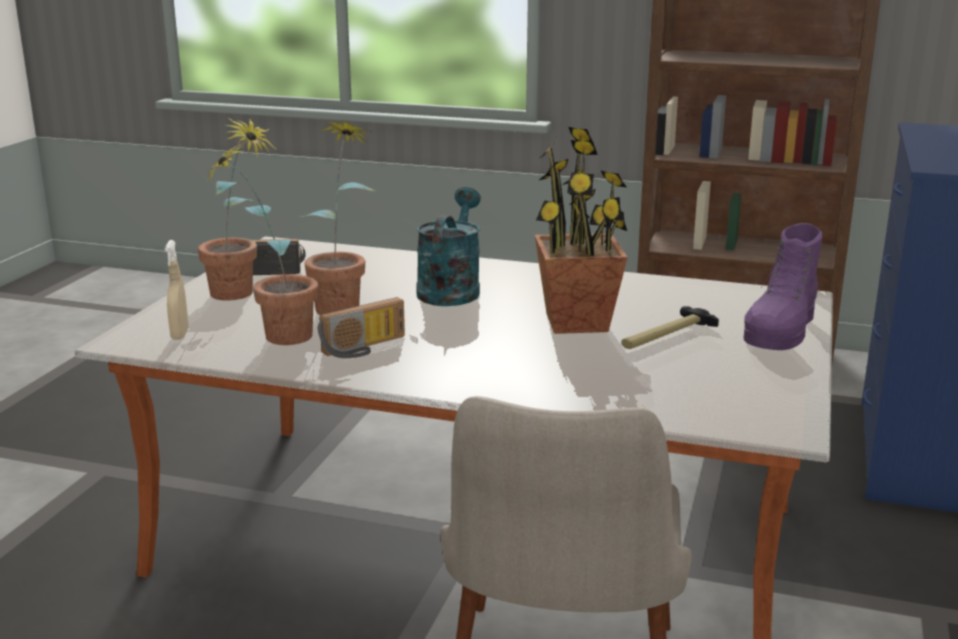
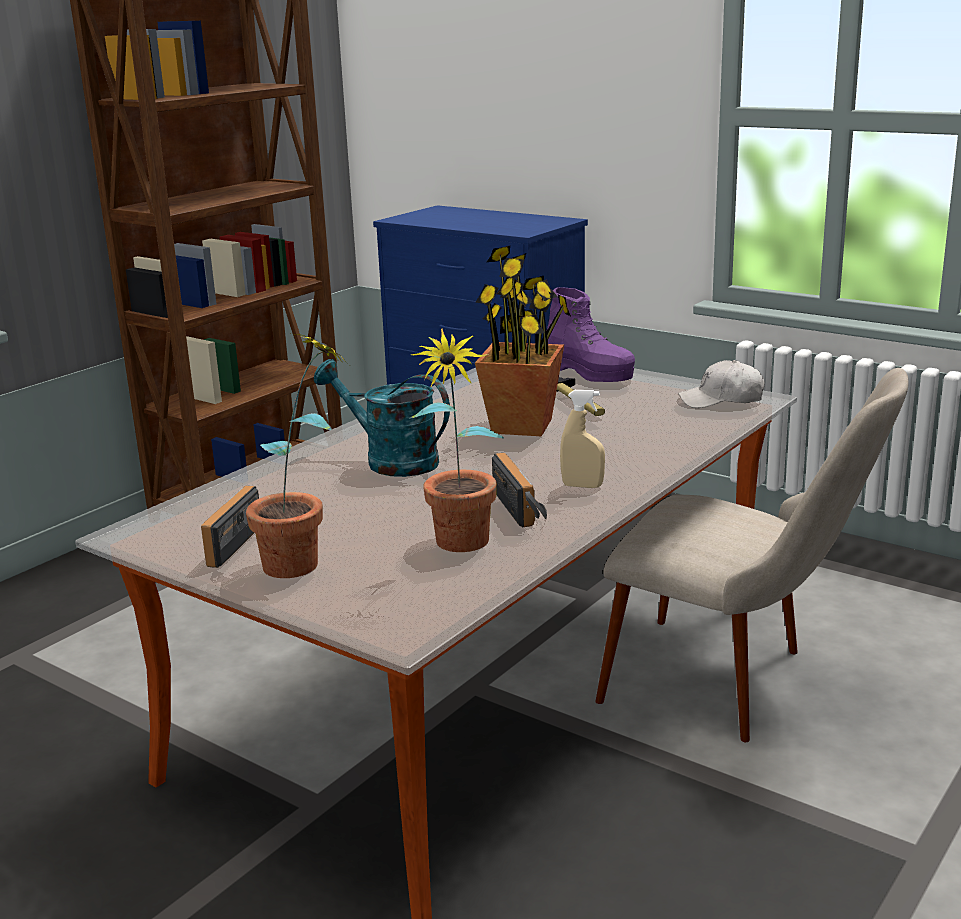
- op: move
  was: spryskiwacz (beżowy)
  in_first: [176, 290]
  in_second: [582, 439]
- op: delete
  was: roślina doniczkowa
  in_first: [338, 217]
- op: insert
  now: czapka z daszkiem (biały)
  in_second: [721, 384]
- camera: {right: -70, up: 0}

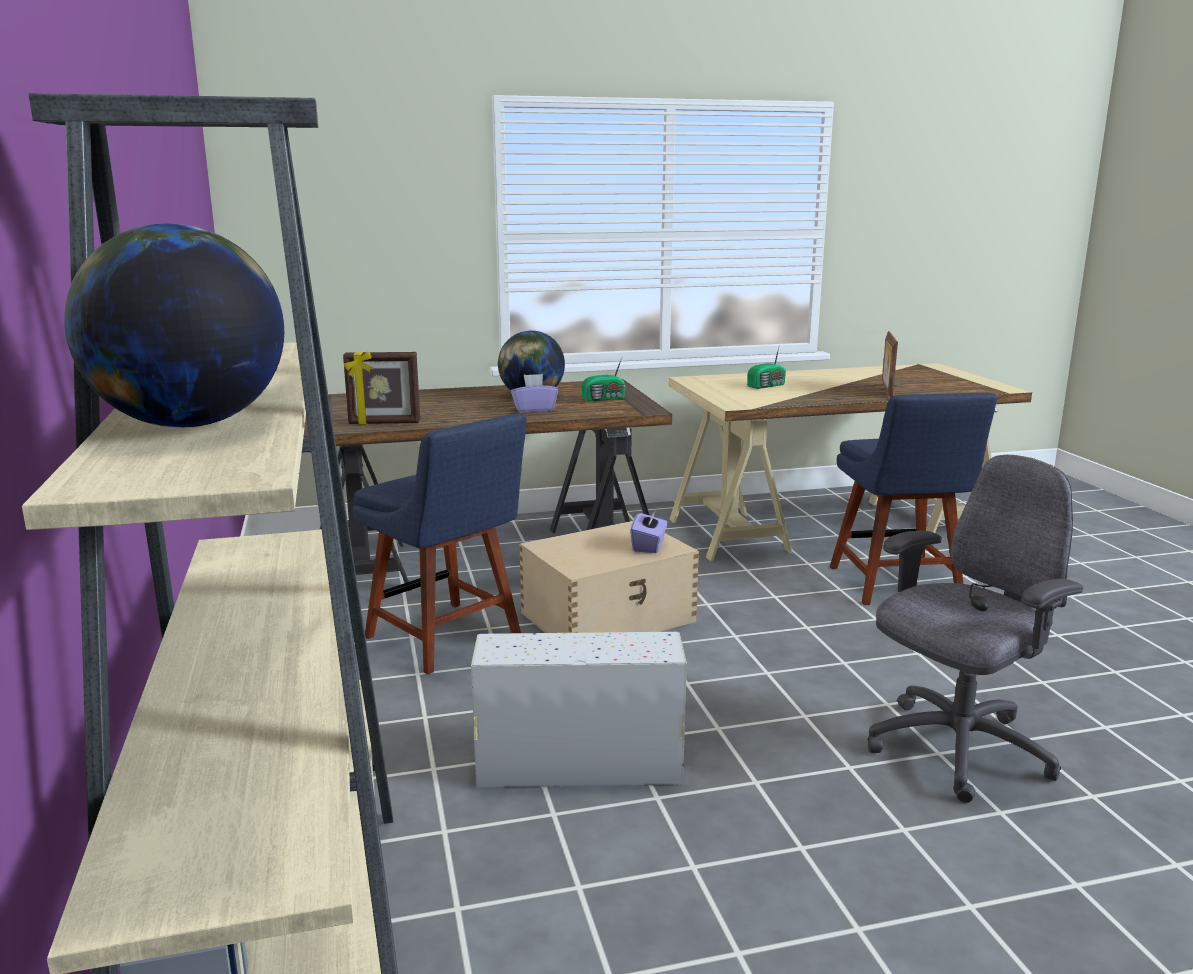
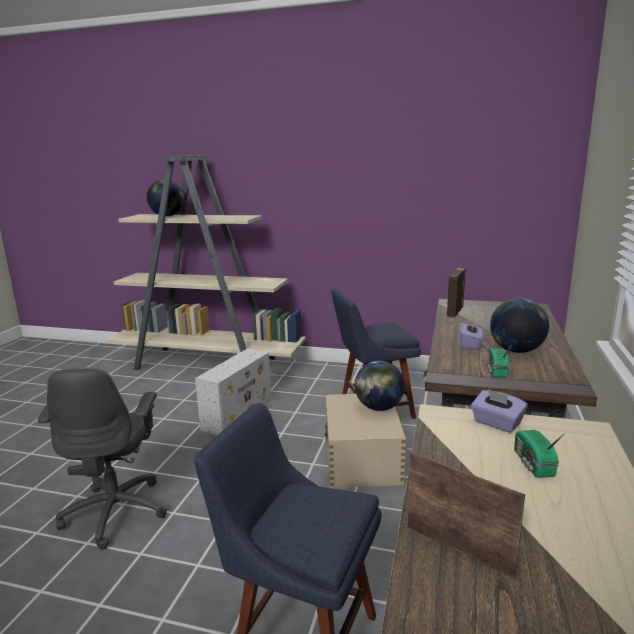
- op: move
  was: pudełko chusteczek (fioletowy)
  in_first: [649, 531]
  in_second: [499, 411]
- op: insert
  now: globus
  in_second: [380, 386]
- camera: {right: 120, up: 0}

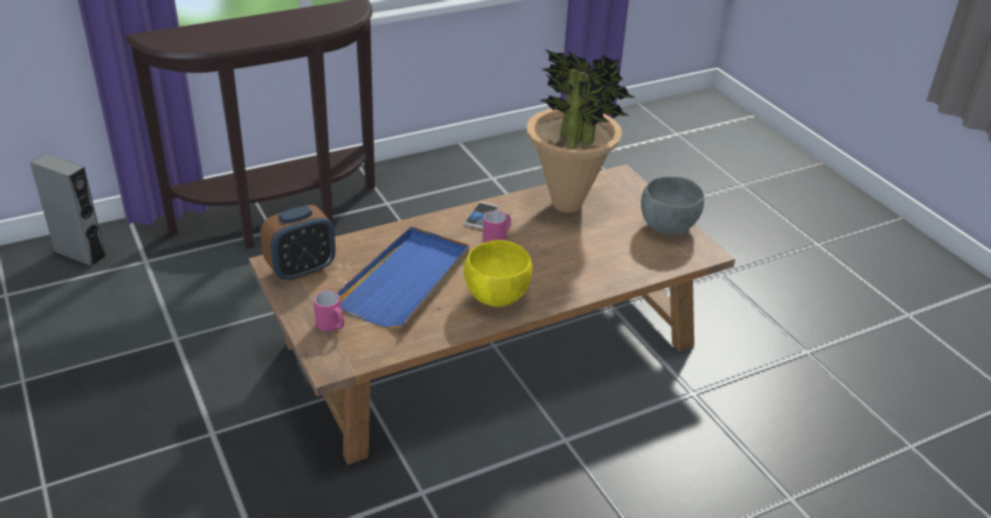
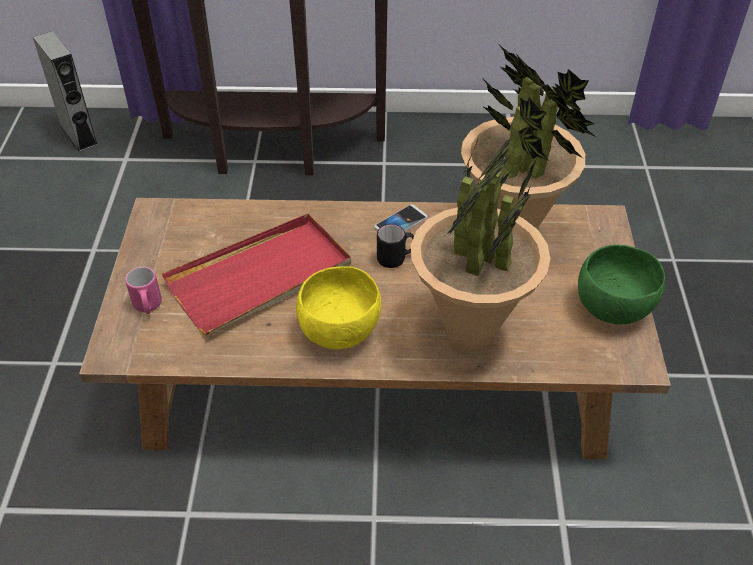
- op: delete
  was: budzik
  in_first: [298, 243]
- op: recolor
  was: taca (niebieski)
  now: taca (czerwony)
  in_first: [403, 277]
  in_second: [256, 274]
- op: recolor
  was: kubek (różowy)
  now: kubek (czarny)
  in_first: [497, 227]
  in_second: [395, 246]
- op: recolor
  was: miska (szary)
  now: miska (zielony)
  in_first: [672, 206]
  in_second: [621, 285]
- op: insert
  now: roślina doniczkowa
  in_second: [480, 240]
- camera: {right: 30, up: 10}

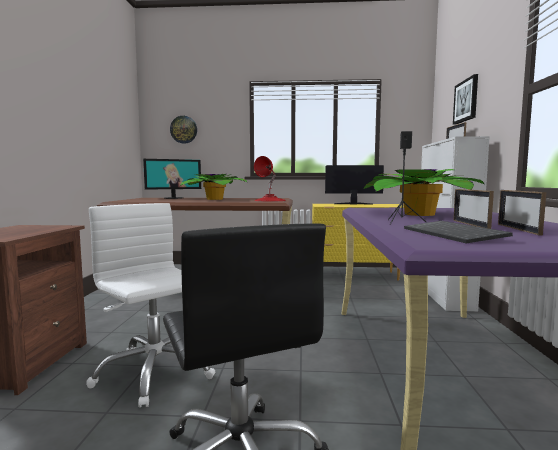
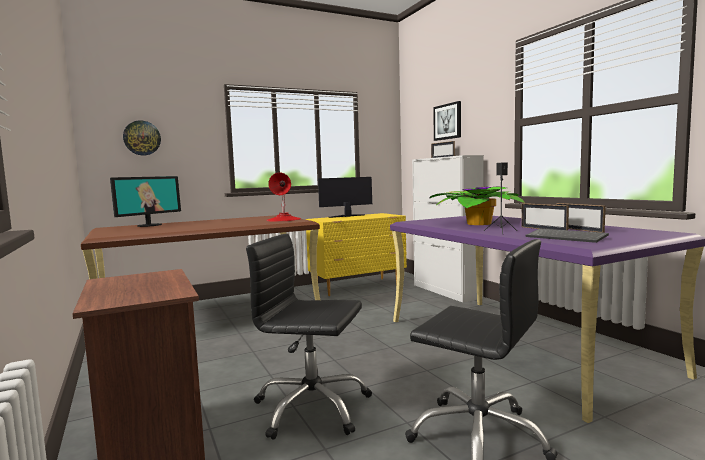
- op: recolor
  was: krzesło biurowe (biały)
  now: krzesło biurowe (czarny)
  in_first: [150, 305]
  in_second: [309, 337]
- op: delete
  was: roślina doniczkowa
  in_first: [213, 187]
- camera: {right: -30, up: 0}

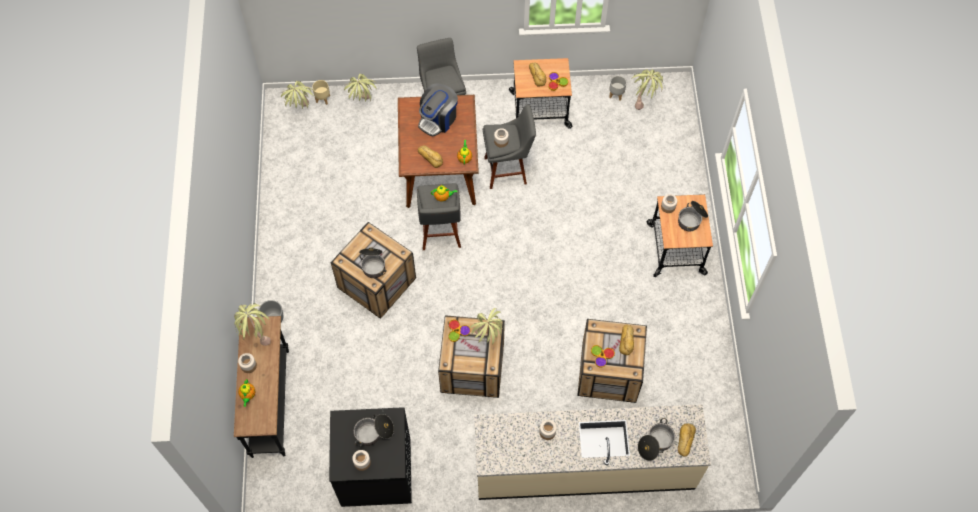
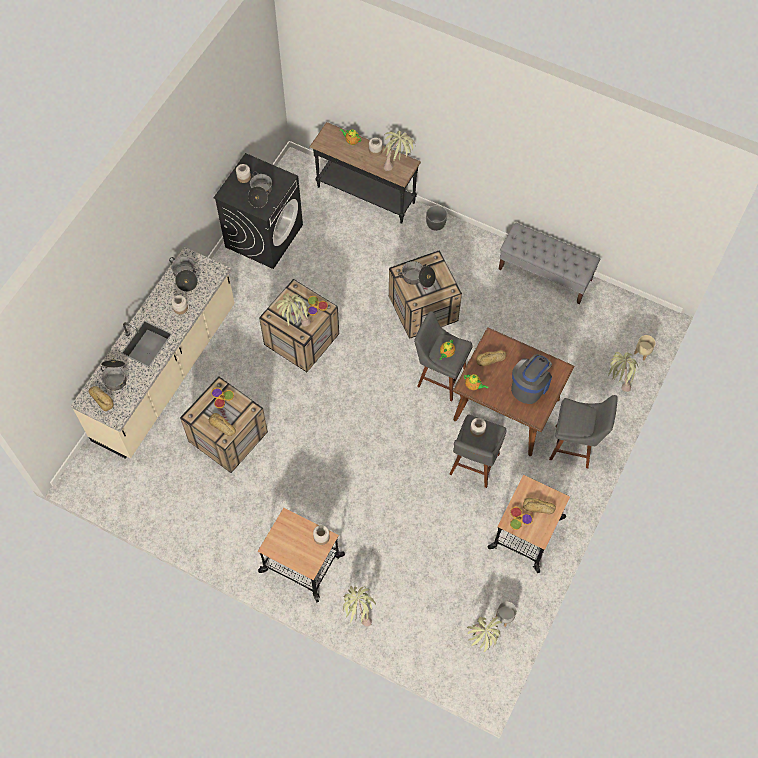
- op: move
  was: roślina doniczkowa
  in_first: [297, 95]
  in_second: [359, 606]
- op: rotate
  was: ekspres do kawy
  in_first: [438, 110]
  in_second: [531, 379]
  clockwise: 60
- op: move
  was: garnek
  in_first: [693, 216]
  in_second: [183, 274]
- op: insert
  now: ławka (szary)
  in_second: [549, 263]
- camera: {right: 120, up: 0}

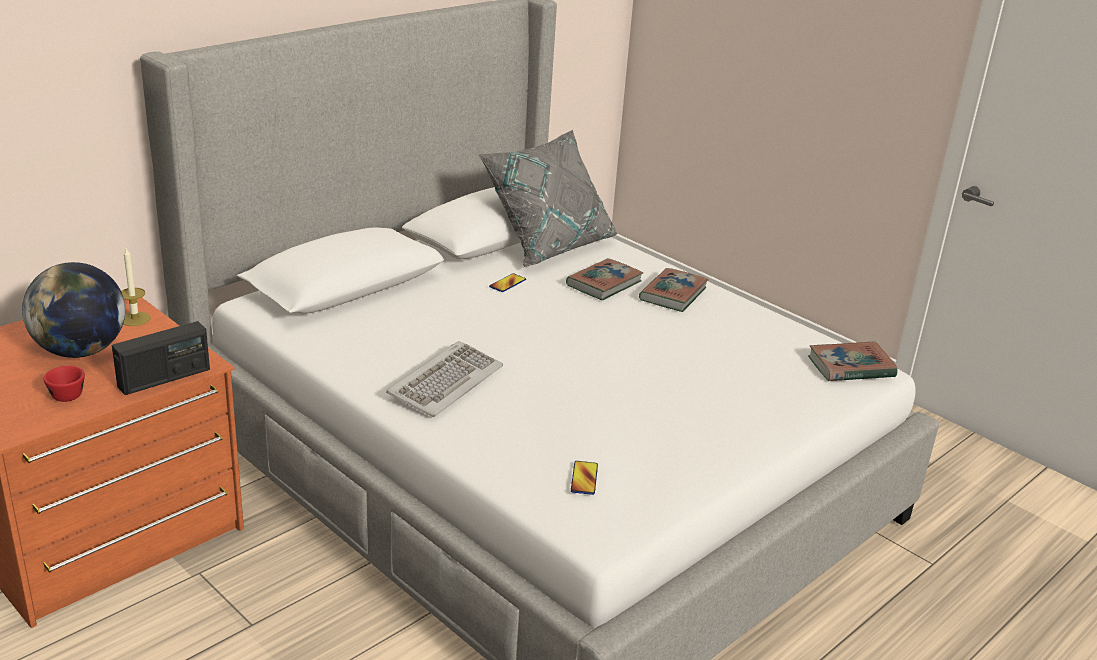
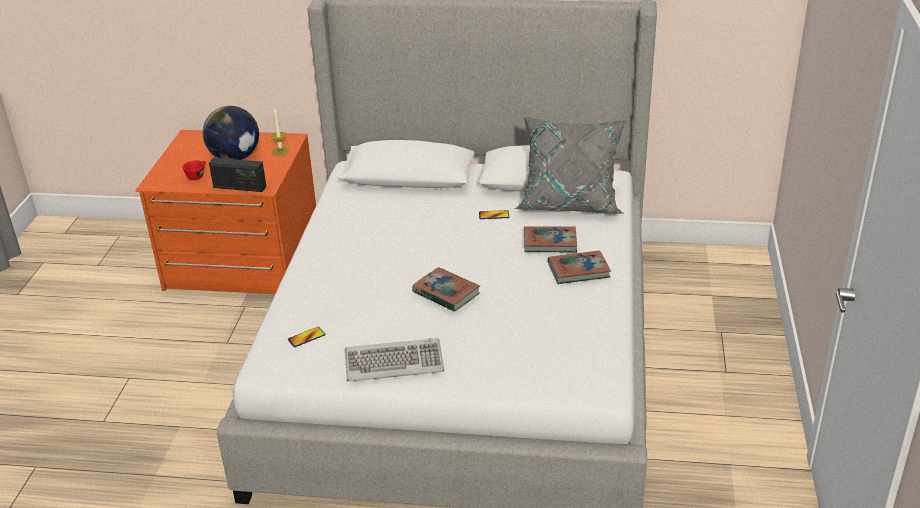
- op: move
  was: klawiatura
  in_first: [444, 379]
  in_second: [394, 359]
- op: move
  was: książka
  in_first: [852, 361]
  in_second: [446, 289]
- camera: {right: 55, up: 5}

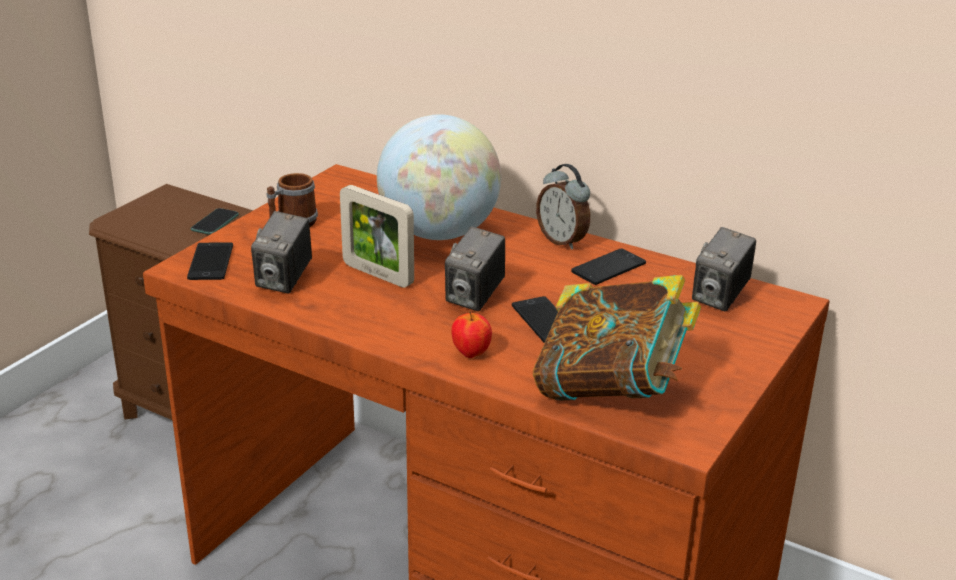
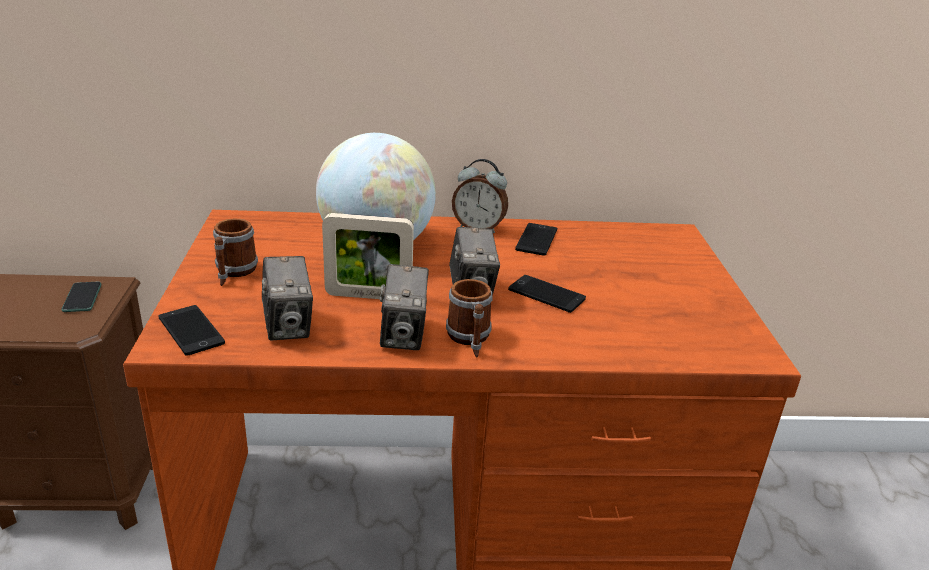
- op: delete
  was: jabłko
  in_first: [471, 334]
- op: delete
  was: książka
  in_first: [617, 338]
- op: move
  was: aparat fotograficzny
  in_first: [724, 269]
  in_second: [404, 307]
- op: insert
  now: kubek
  in_second: [469, 318]
- camera: {right: -35, up: 0}

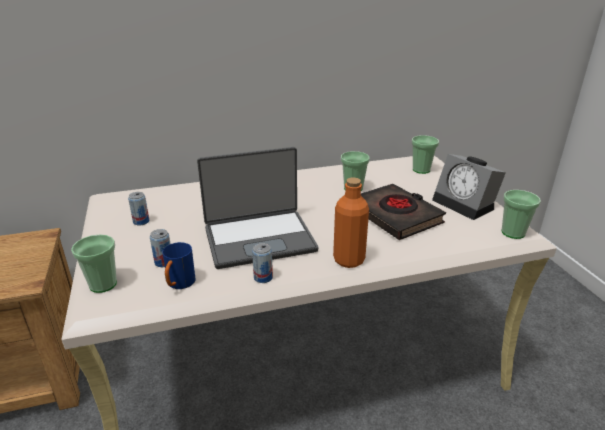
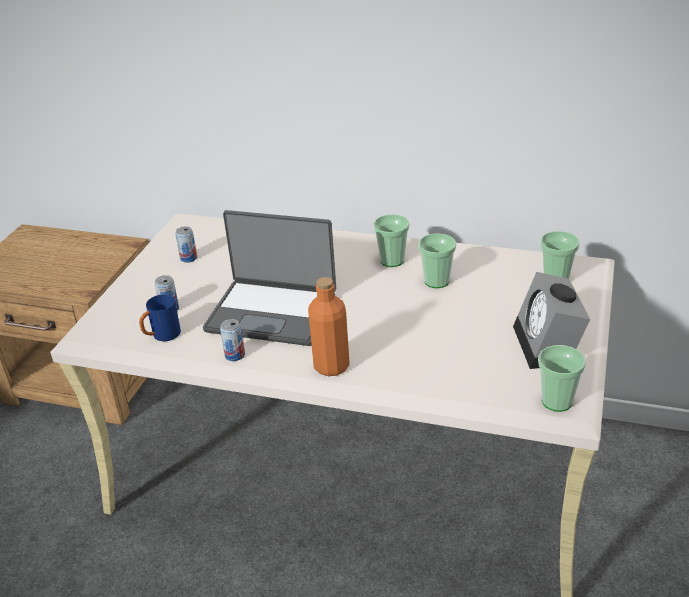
- op: move
  was: filiżanka
  in_first: [94, 263]
  in_second: [391, 240]
- op: delete
  was: książka (czarny)
  in_first: [403, 212]
- camera: {right: 35, up: 5}

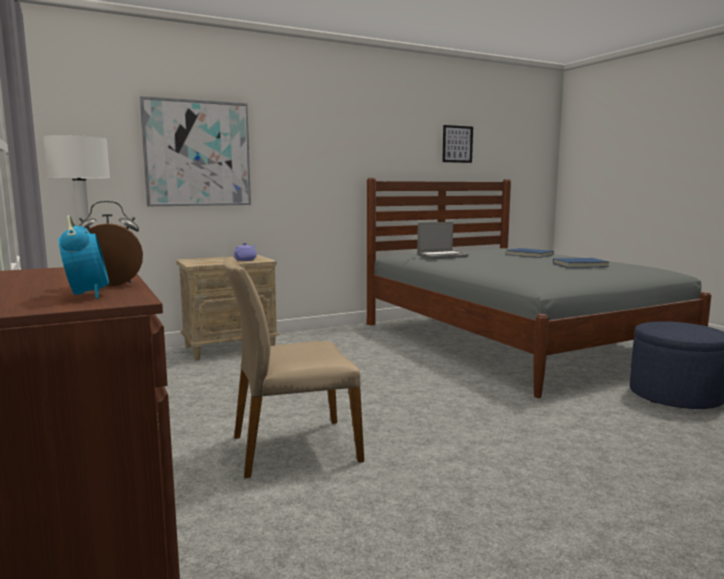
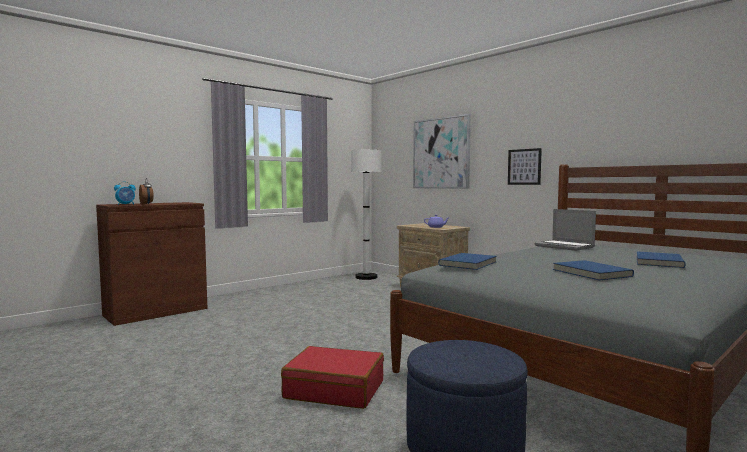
- op: delete
  was: krzesło (beżowy)
  in_first: [293, 367]
- op: move
  was: obraz
  in_first: [457, 144]
  in_second: [525, 166]
- op: insert
  now: walizka (czerwony)
  in_second: [332, 377]
- op: insert
  now: książka (niebieski)
  in_second: [467, 261]
- camera: {right: 75, up: -5}

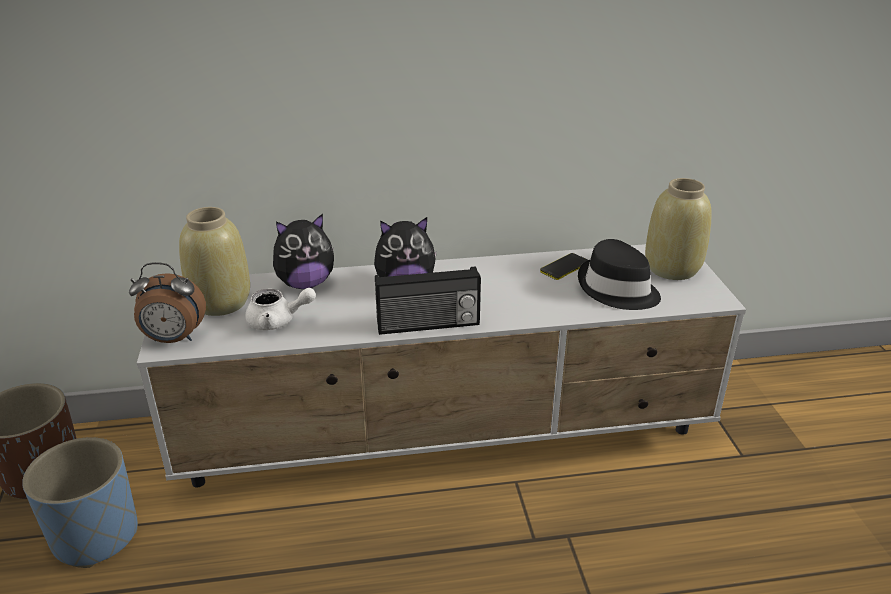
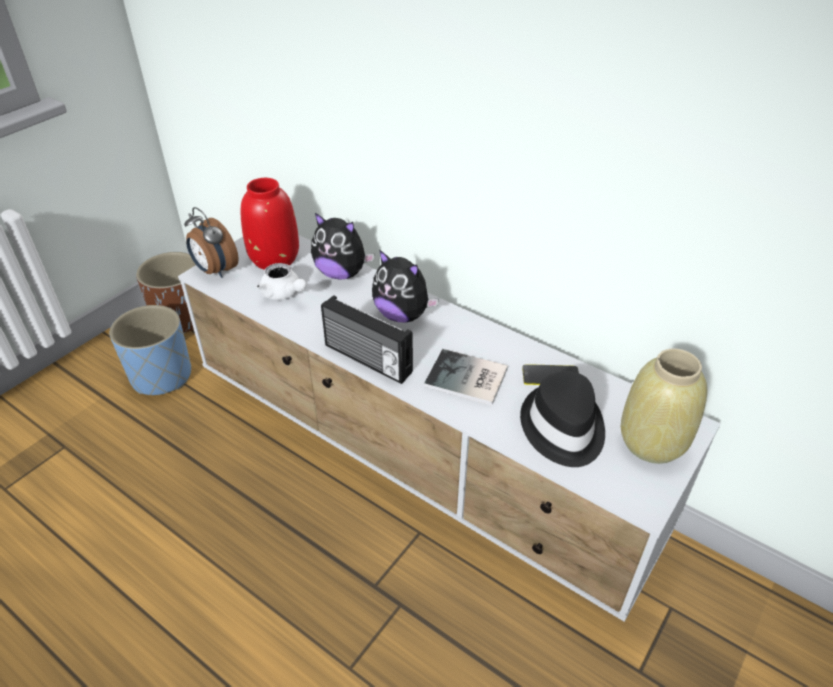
- op: recolor
  was: wazon (beżowy)
  now: wazon (czerwony)
  in_first: [214, 261]
  in_second: [270, 224]
- op: insert
  now: książka
  in_second: [466, 377]
- camera: {right: 45, up: 10}

